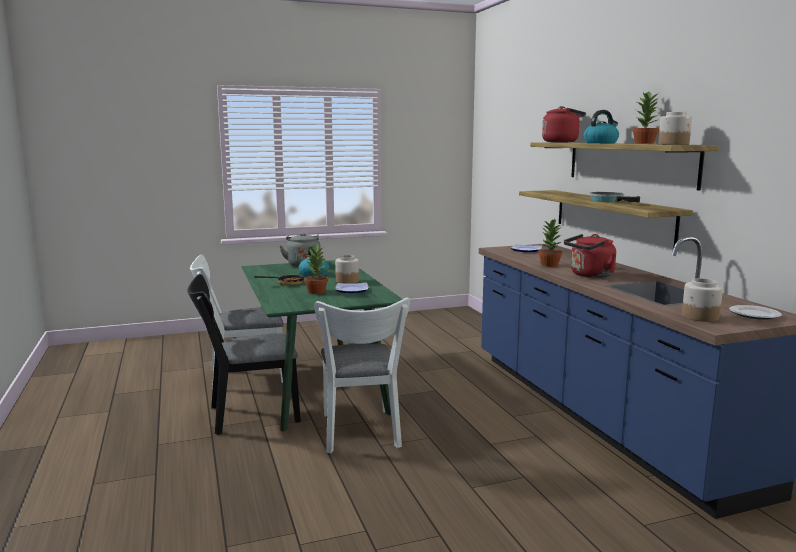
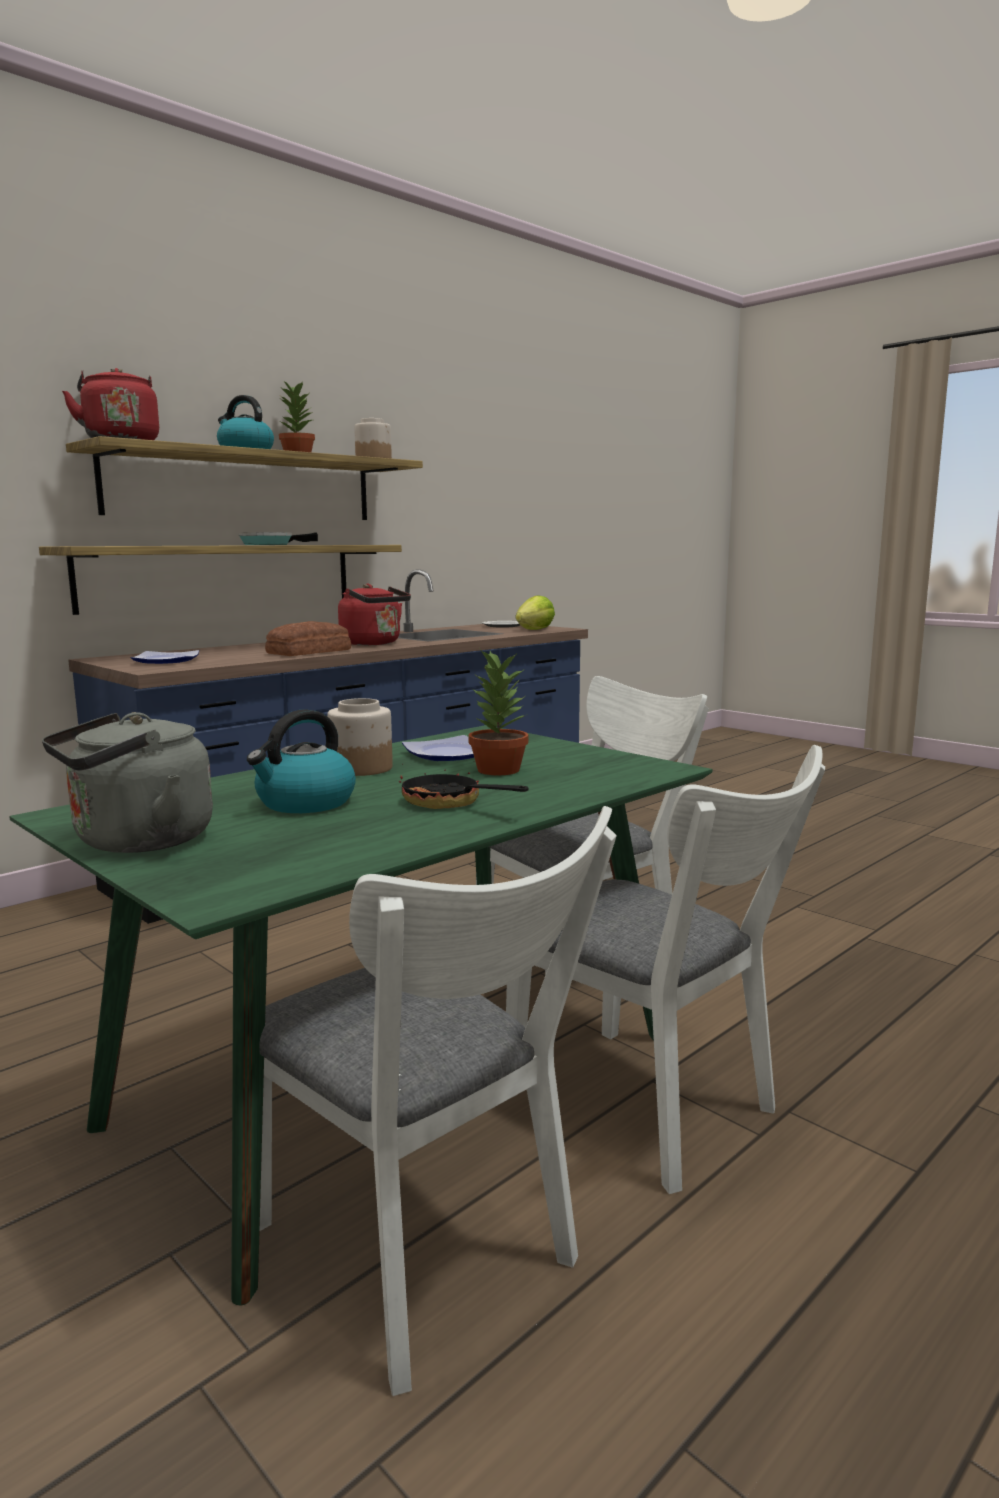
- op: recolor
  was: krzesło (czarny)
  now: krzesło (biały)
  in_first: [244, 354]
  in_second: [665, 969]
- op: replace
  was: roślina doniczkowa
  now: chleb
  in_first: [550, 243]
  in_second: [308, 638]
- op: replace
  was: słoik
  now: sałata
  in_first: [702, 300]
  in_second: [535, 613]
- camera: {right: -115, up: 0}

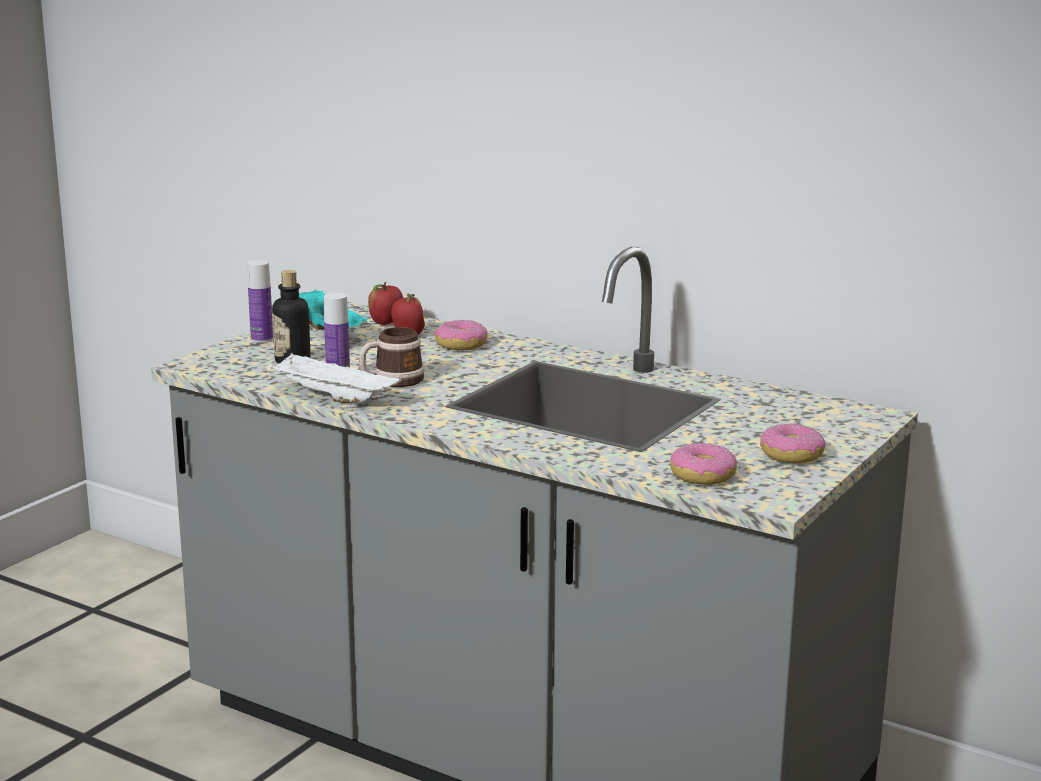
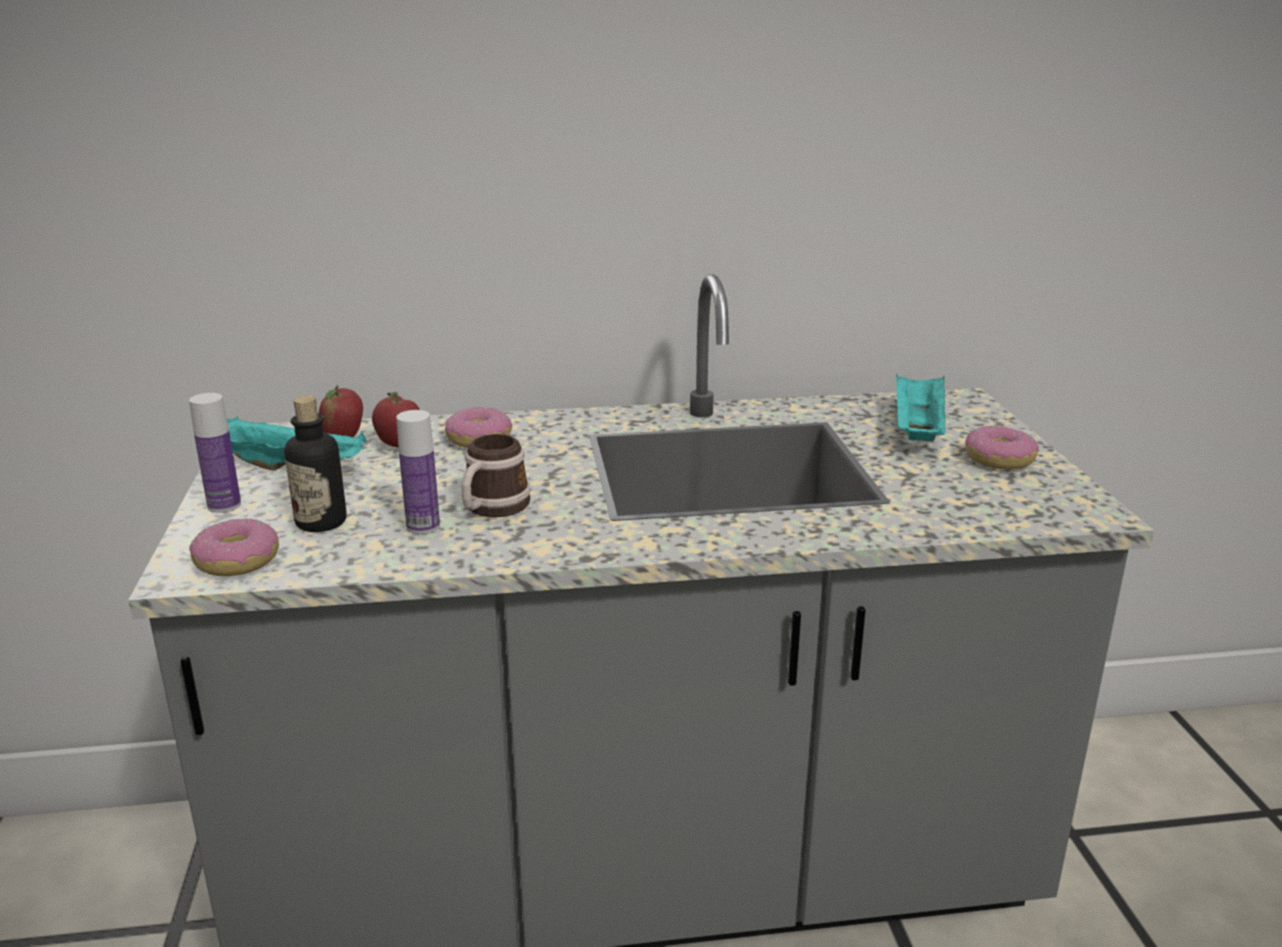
- op: delete
  was: taca (biały)
  in_first: [335, 377]
- op: move
  was: donut
  in_first: [703, 464]
  in_second: [234, 547]
- op: insert
  now: taca (turkusowy)
  in_second: [921, 407]
- camera: {right: -40, up: 5}

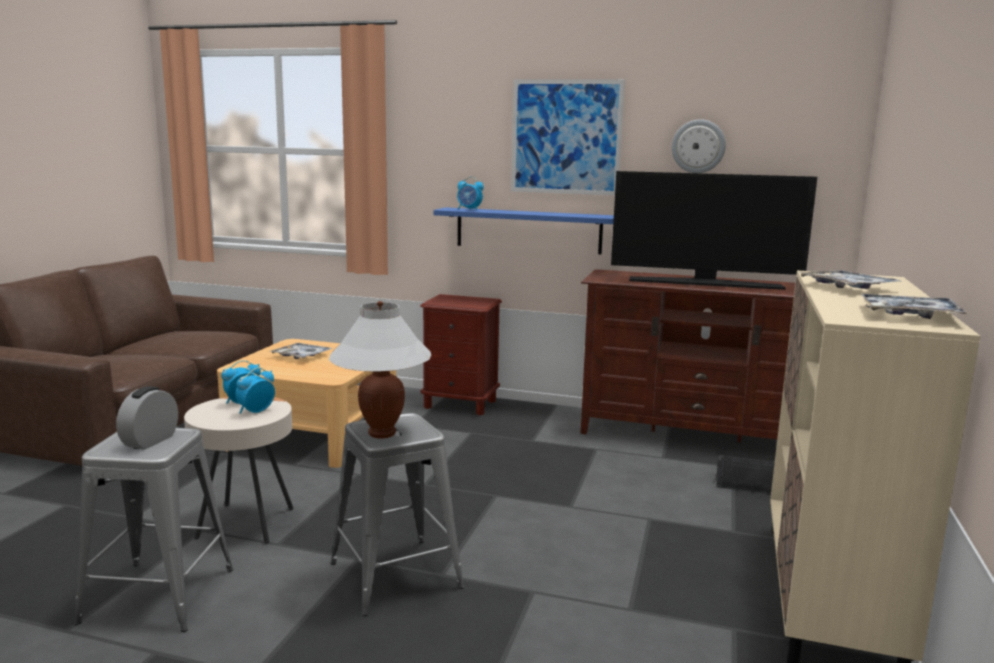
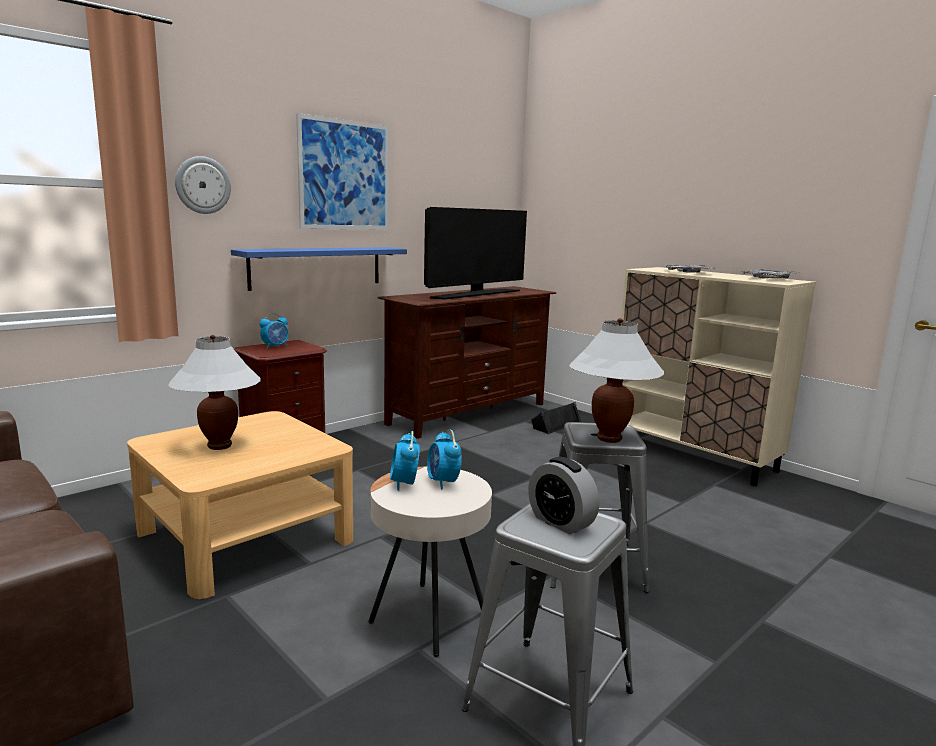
- op: replace
  was: taca
  now: lampa stołowa (biały)
  in_first: [301, 351]
  in_second: [214, 392]
- op: move
  was: budzik
  in_first: [470, 193]
  in_second: [274, 331]
- op: move
  was: zegar ścienny
  in_first: [699, 146]
  in_second: [203, 185]
- camera: {right: -60, up: 0}

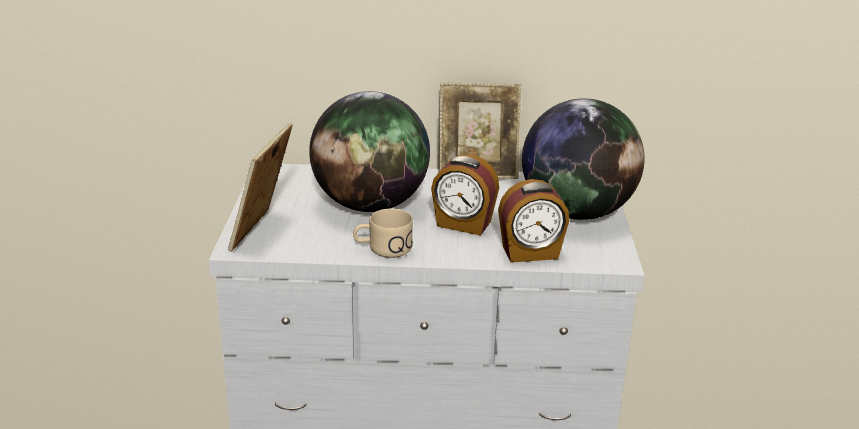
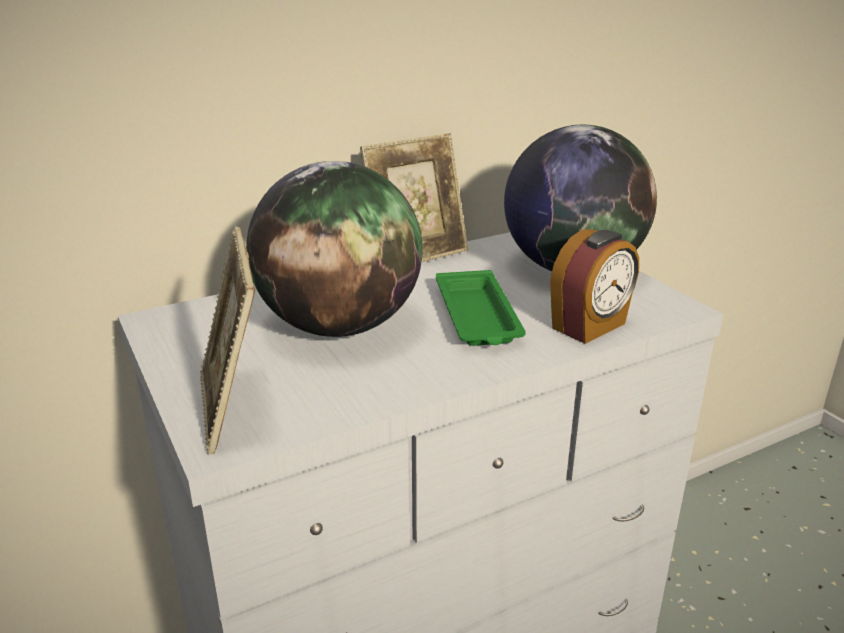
- op: delete
  was: kubek (beżowy)
  in_first: [383, 233]
- op: replace
  was: budzik
  now: taca (zielony)
  in_first: [465, 195]
  in_second: [481, 308]
- camera: {right: -30, up: 0}

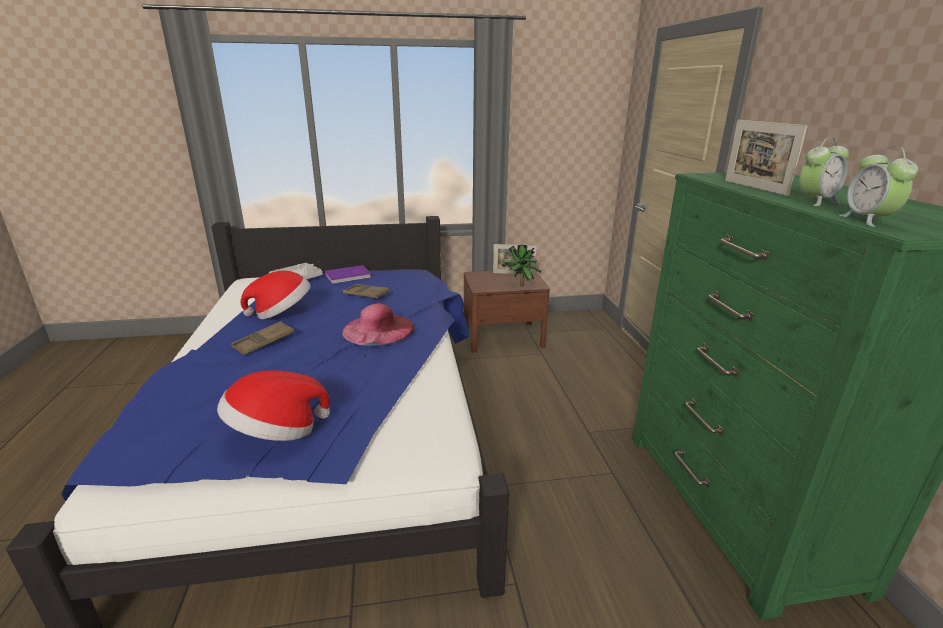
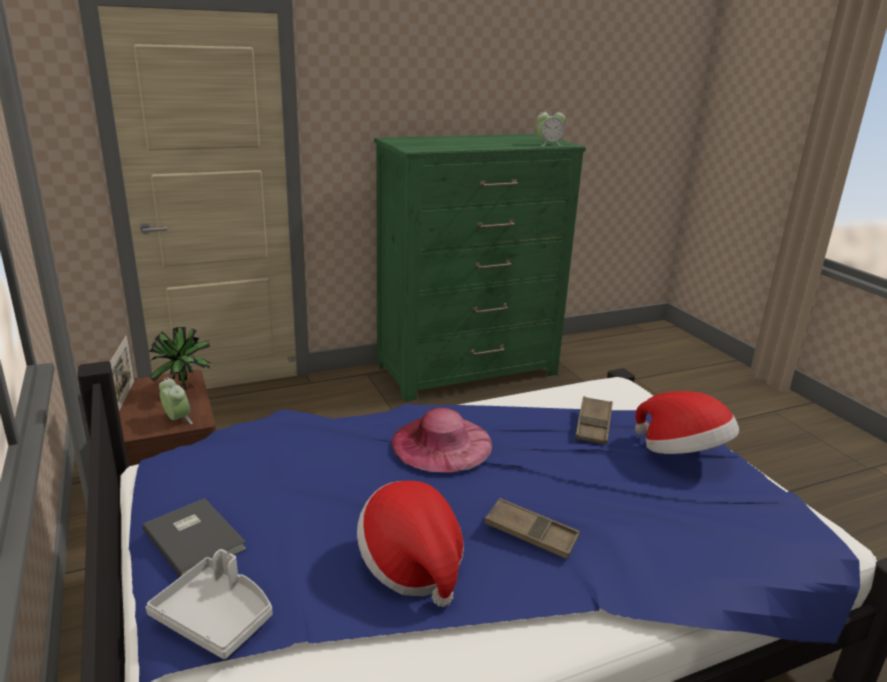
- op: recolor
  was: książka (fioletowy)
  now: książka (szary)
  in_first: [348, 274]
  in_second: [194, 537]
- op: move
  was: taca (brązowy)
  in_first: [366, 291]
  in_second: [594, 420]
- op: delete
  was: ramka na zdjęcie
  in_first: [766, 158]
- op: move
  was: budzik
  in_first: [824, 172]
  in_second: [176, 400]
- camera: {right: -105, up: 0}

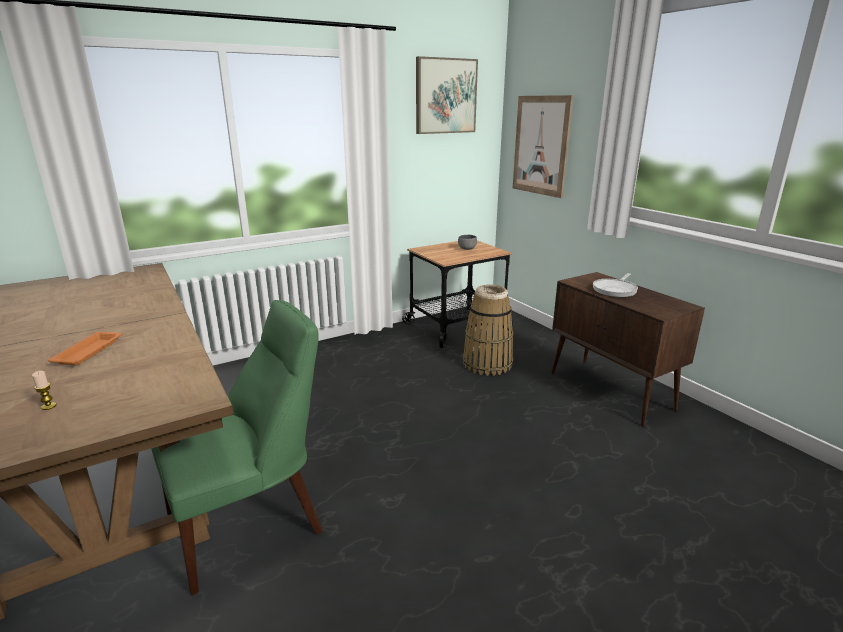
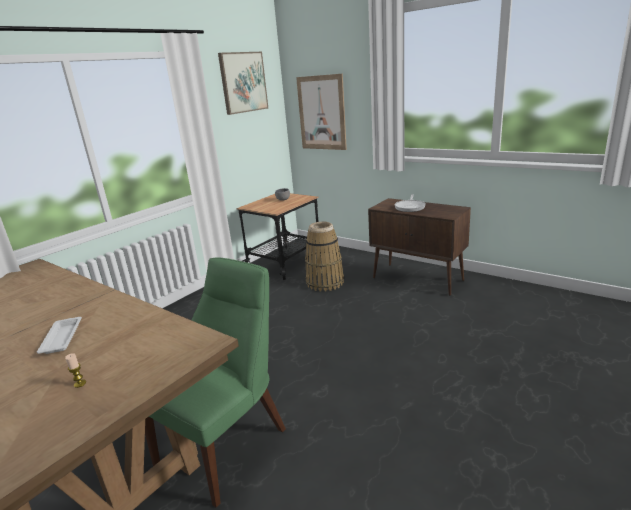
- op: recolor
  was: taca (pomarańczowy)
  now: taca (biały)
  in_first: [85, 348]
  in_second: [59, 335]
- camera: {right: -20, up: 0}

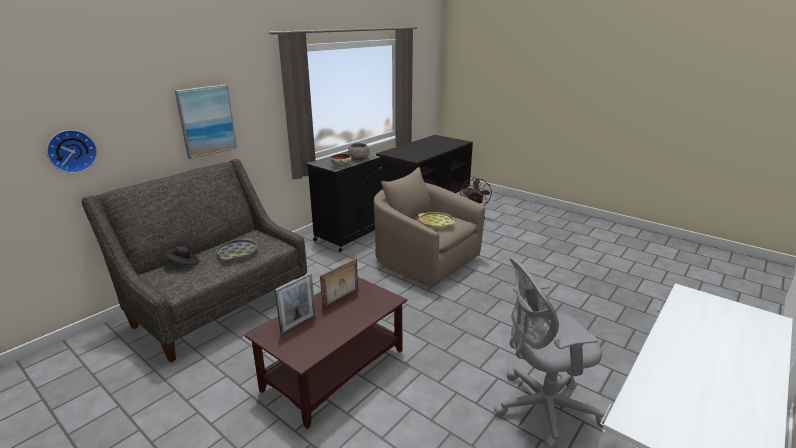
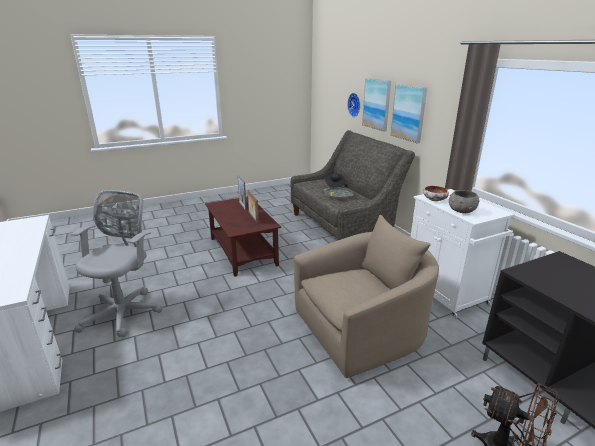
- op: recolor
  was: szafka (czarny)
  now: szafka (biały)
  in_first: [344, 201]
  in_second: [463, 254]
- op: delete
  was: taca (żółty)
  in_first: [436, 220]
- op: insert
  now: obraz
  in_second: [376, 105]
- camera: {right: 115, up: 0}

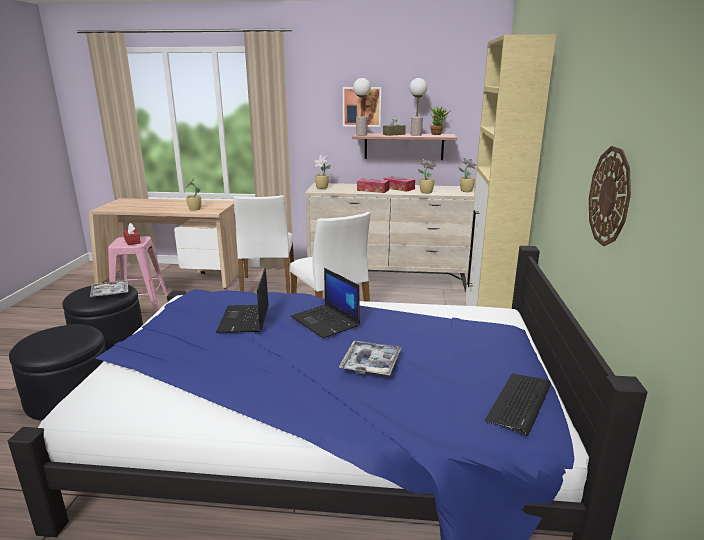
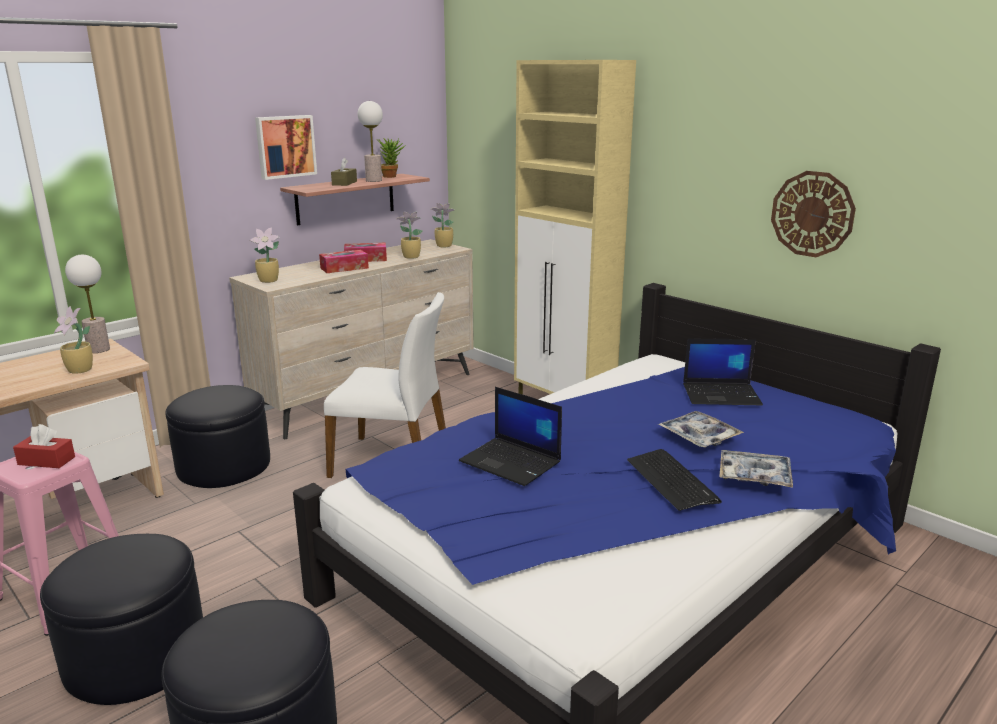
- op: move
  was: taca
  in_first: [109, 288]
  in_second: [756, 469]
- op: replace
  was: krzesło (biały)
  now: pufa (czarny)
  in_first: [264, 244]
  in_second: [218, 436]
- op: move
  was: laptop
  in_first: [325, 303]
  in_second: [723, 371]
- op: move
  was: lampa stołowa
  in_first: [362, 107]
  in_second: [87, 304]
- op: move
  was: klawiatura
  in_first: [518, 405]
  in_second: [674, 480]
- camera: {right: -50, up: 0}

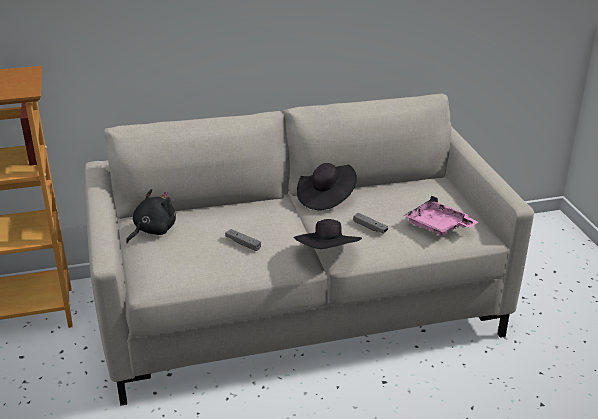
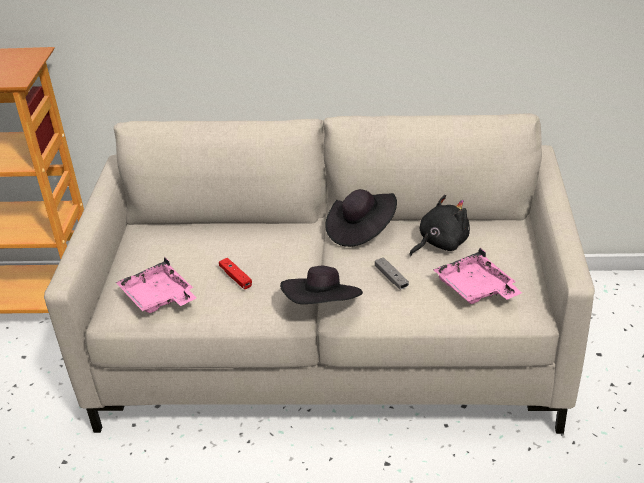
- op: move
  was: pluszak (czarny)
  in_first: [151, 216]
  in_second: [439, 225]
- op: recolor
  was: pad do gier (szary)
  now: pad do gier (czerwony)
  in_first: [243, 240]
  in_second: [235, 273]
- op: insert
  now: taca (różowy)
  in_second: [156, 285]
- camera: {right: 20, up: 5}

